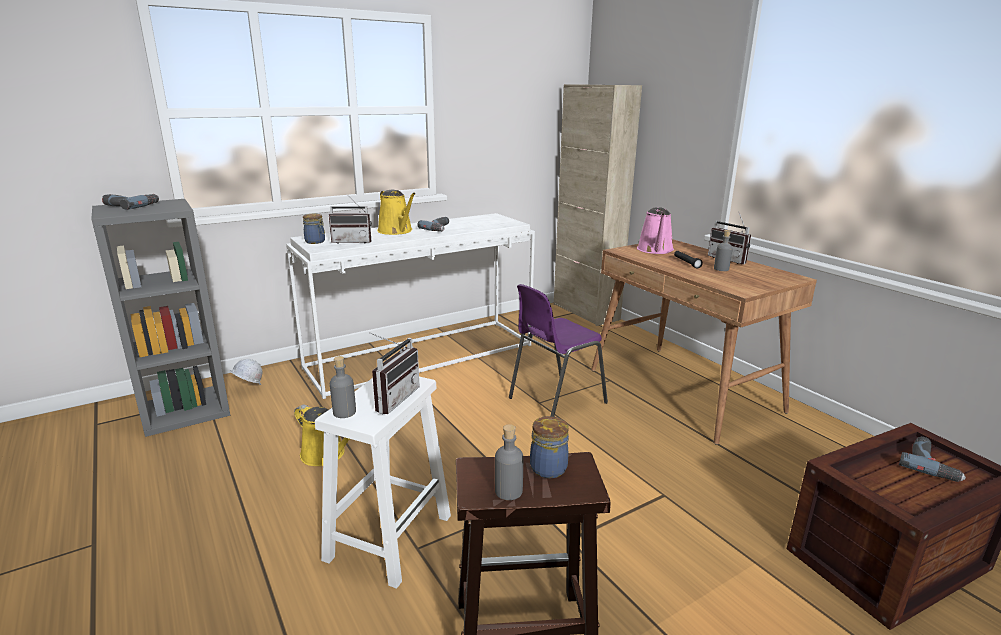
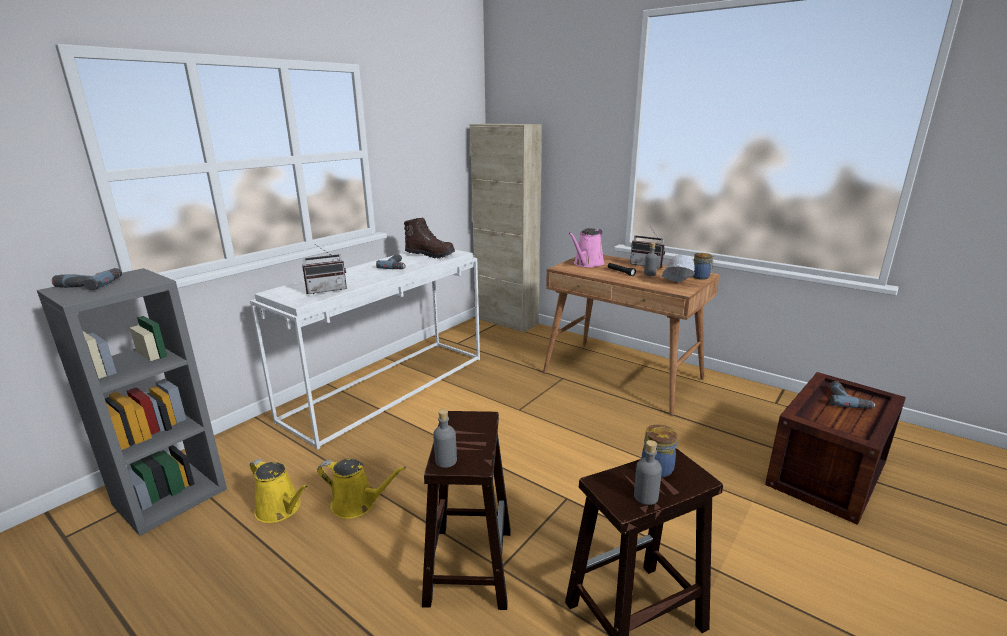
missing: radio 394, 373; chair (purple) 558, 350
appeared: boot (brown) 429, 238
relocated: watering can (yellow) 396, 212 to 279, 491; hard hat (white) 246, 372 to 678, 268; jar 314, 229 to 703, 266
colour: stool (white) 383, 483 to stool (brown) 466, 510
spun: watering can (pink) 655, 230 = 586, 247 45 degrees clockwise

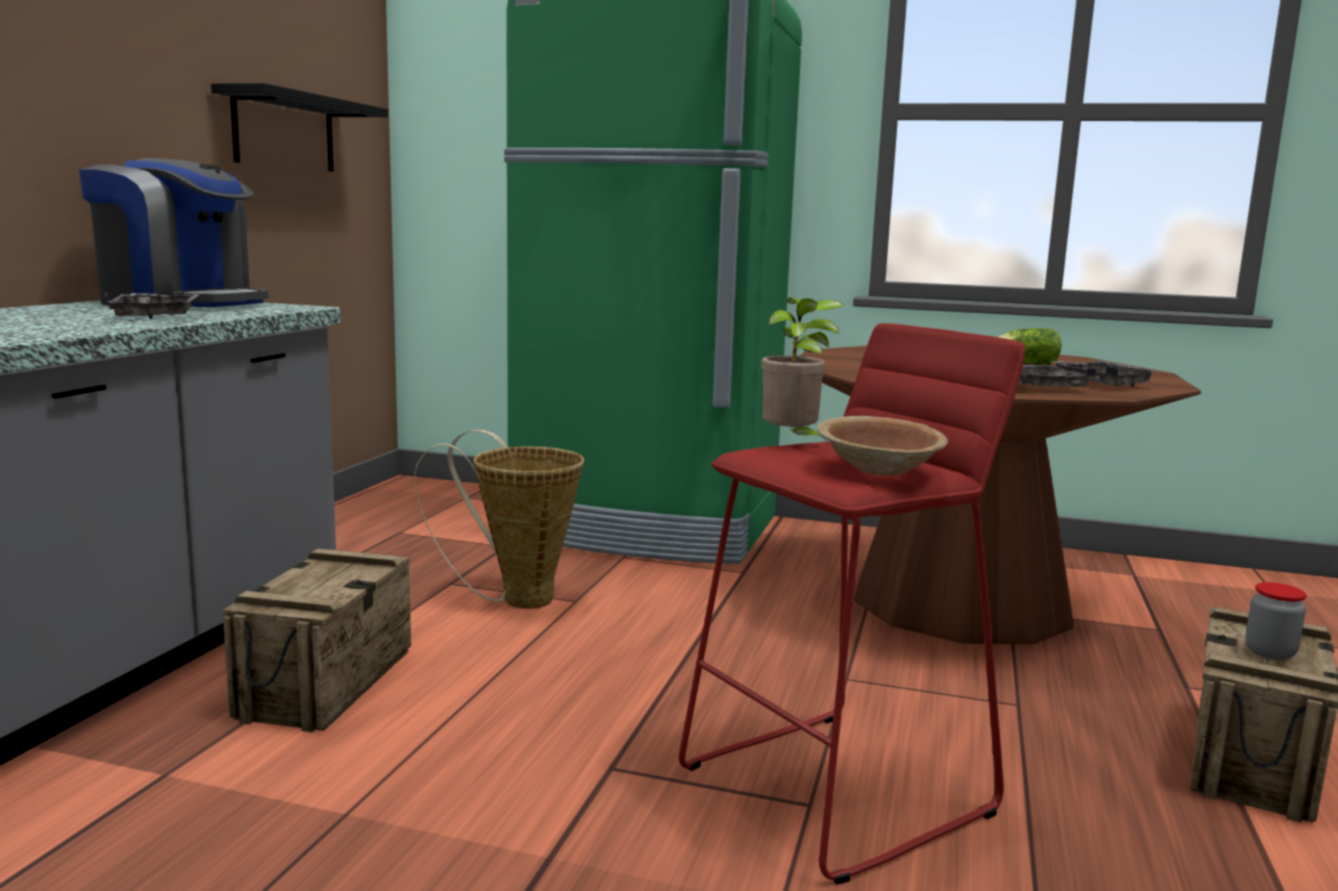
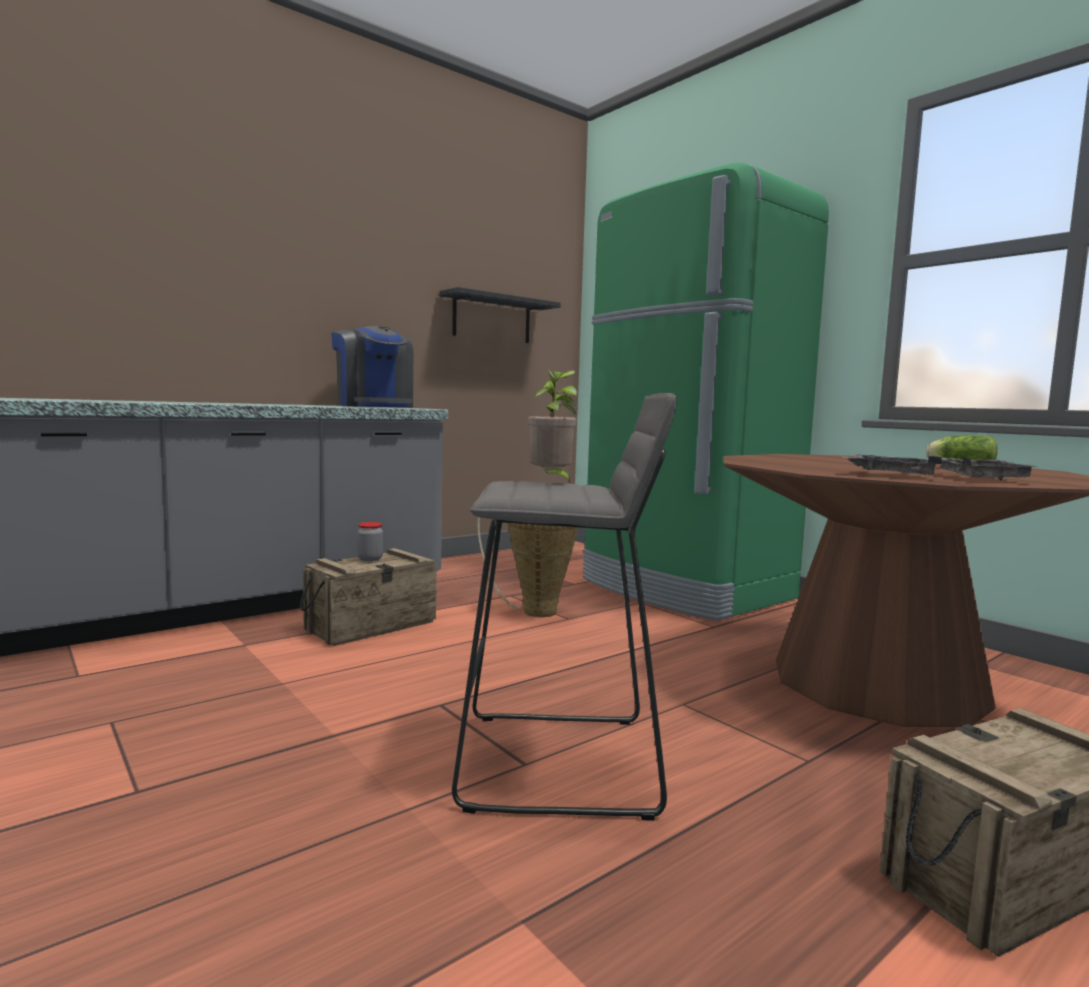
missing: tray (grey) 152, 305; bowl (brown) 882, 446
relocated: jar 1276, 621 to 370, 541
colour: stool (red) 852, 603 to stool (grey) 564, 607

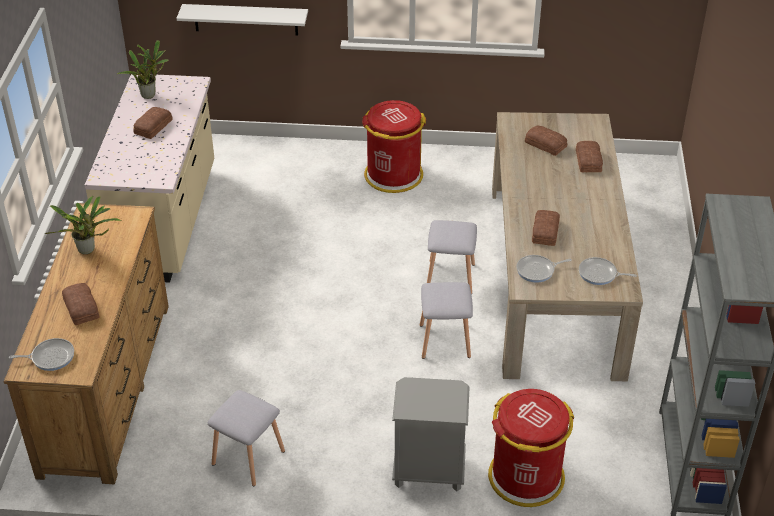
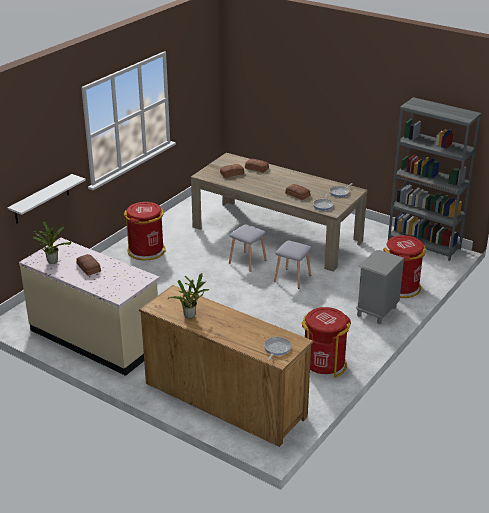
missing: bread 80, 304
exchanged: stool (grey) 246, 438 to trash can (red) 326, 342

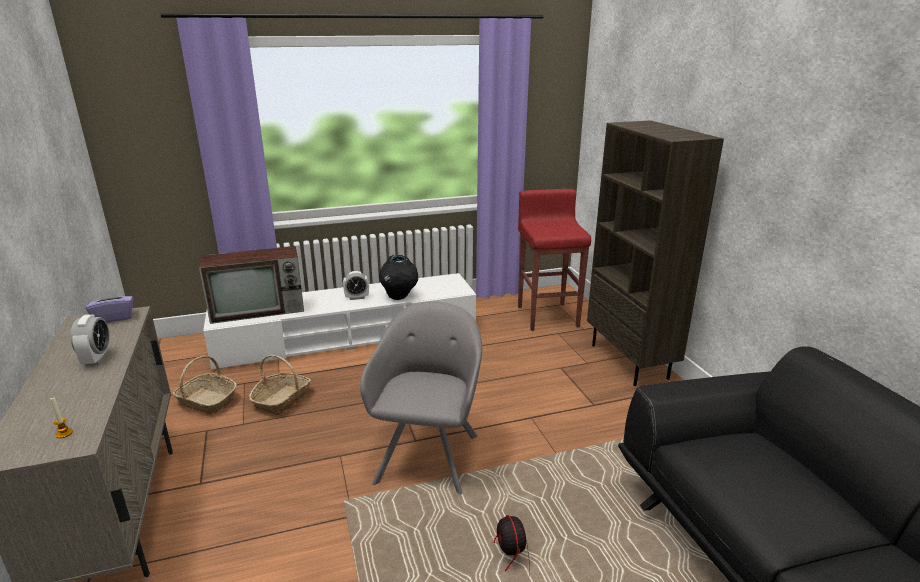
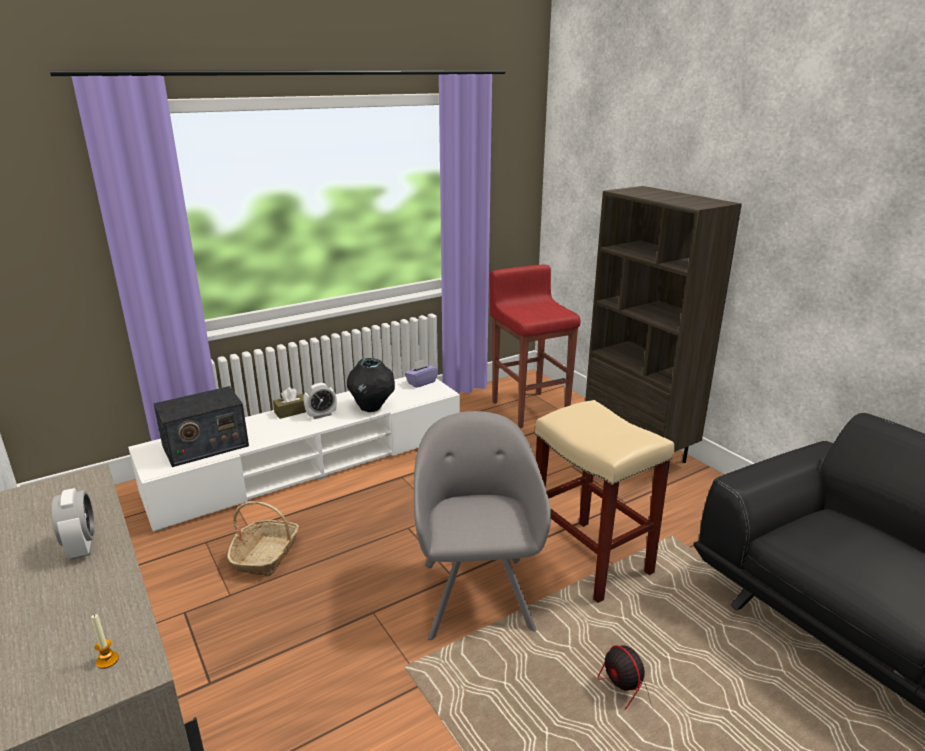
missing: basket 205, 384
appeared: tissue box (brown) 289, 403; stool (beige) 604, 501
relocated: tissue box (purple) 109, 305 to 421, 373
exchanged: television 251, 285 to radio 201, 426

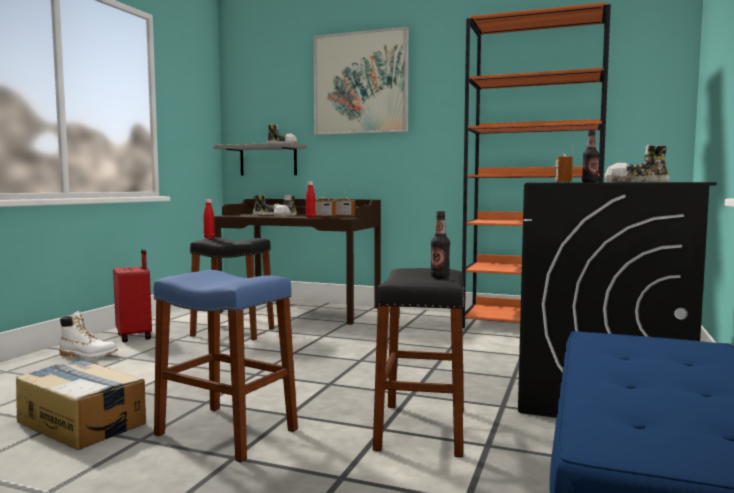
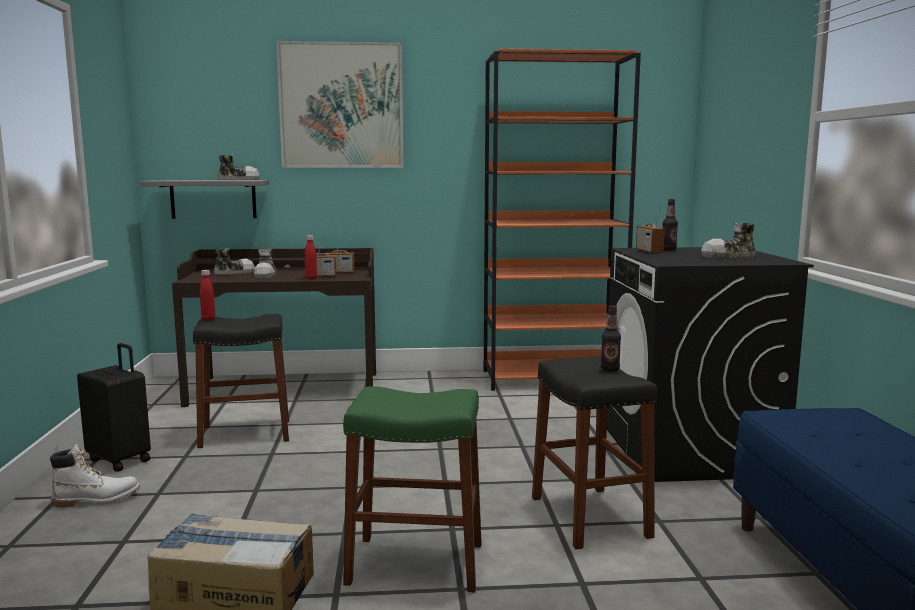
colour: suitcase (red) 132, 295 to suitcase (black) 114, 407; stool (blue) 226, 366 to stool (green) 412, 489

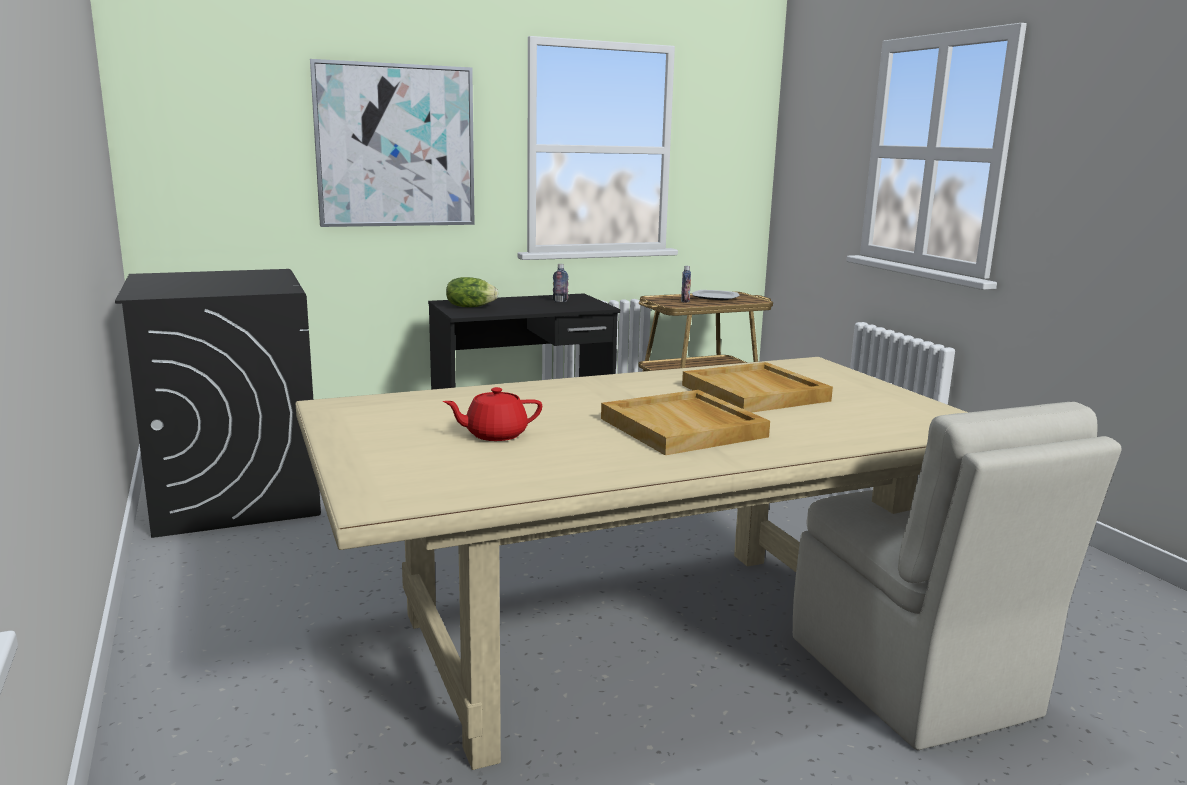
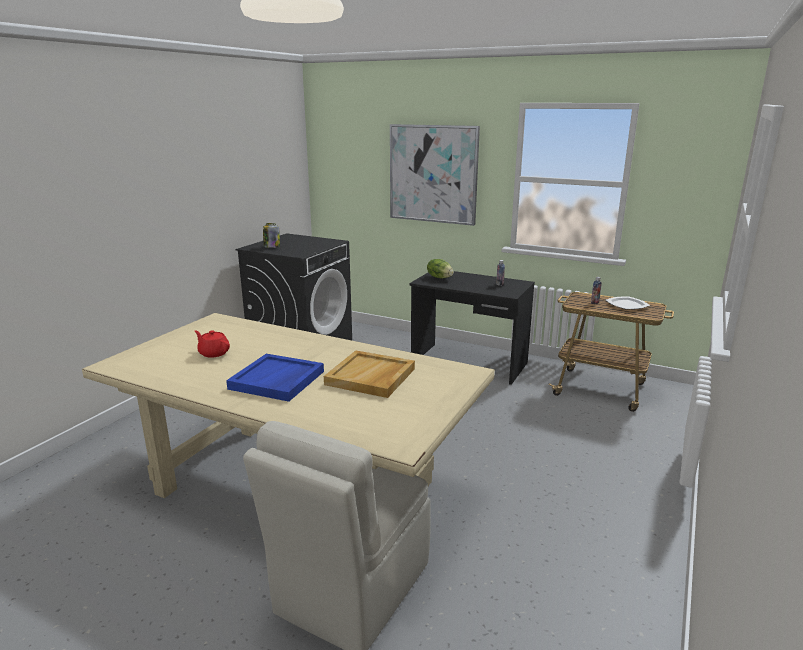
appeared: jar 271, 235
colour: tray (beige) 685, 422 to tray (blue) 275, 378

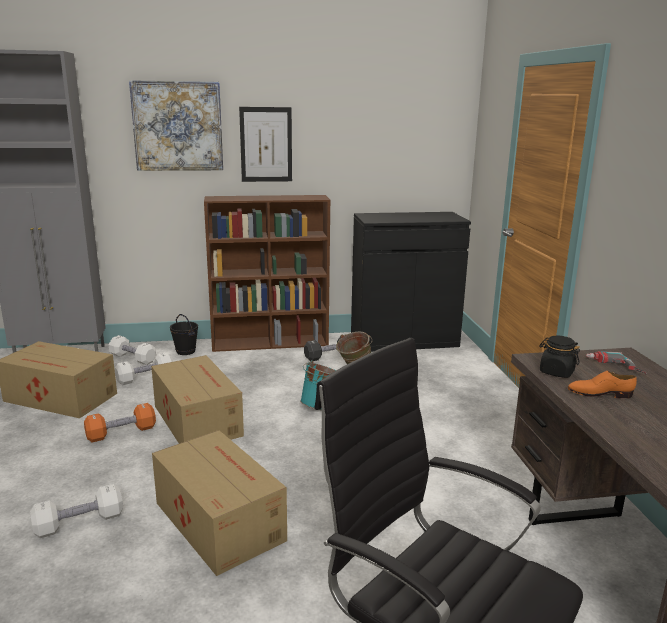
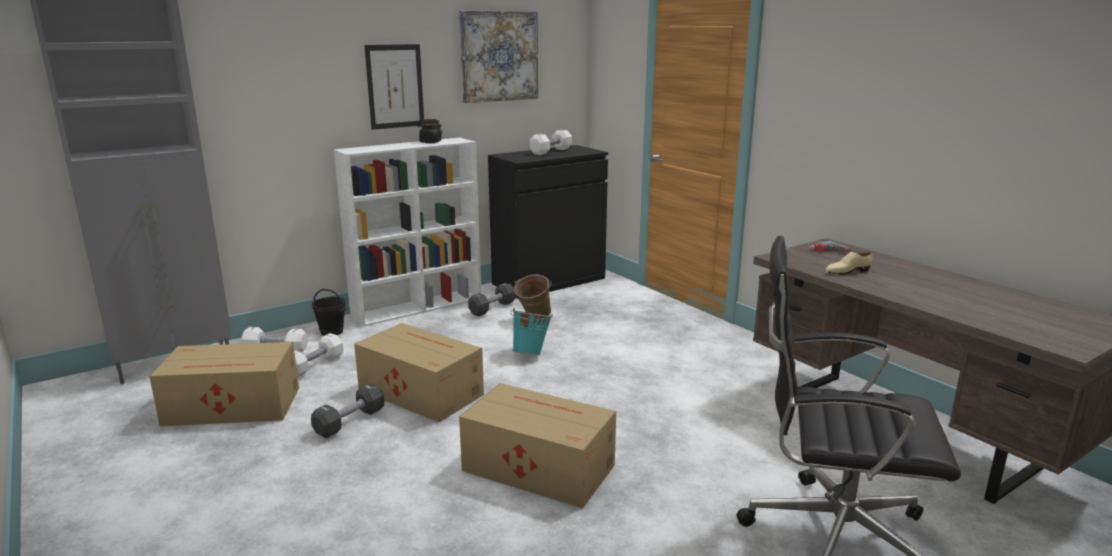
relocated: jar (black) 559, 357 to 430, 131; picture 176, 125 to 498, 57; dumbbell (white) 76, 511 to 550, 142
colour: dumbbell (orange) 120, 422 to dumbbell (black) 347, 410; bookcase (brown) 267, 273 to bookcase (white) 407, 232; shoe (orange) 602, 384 to shoe (beige) 848, 263

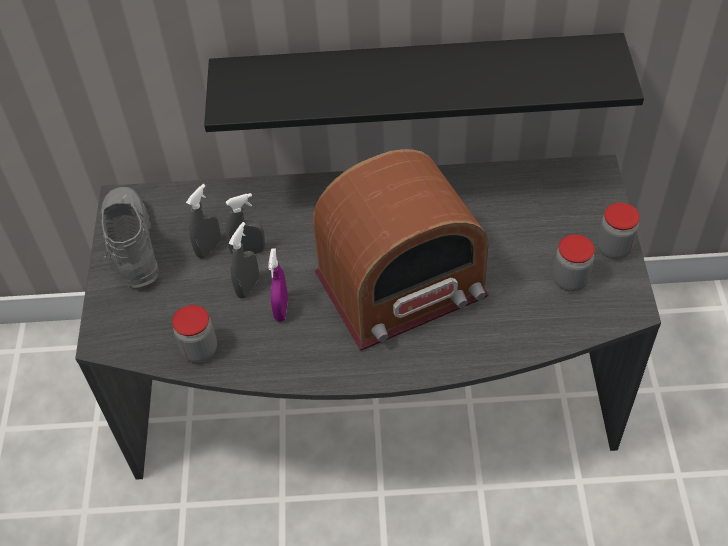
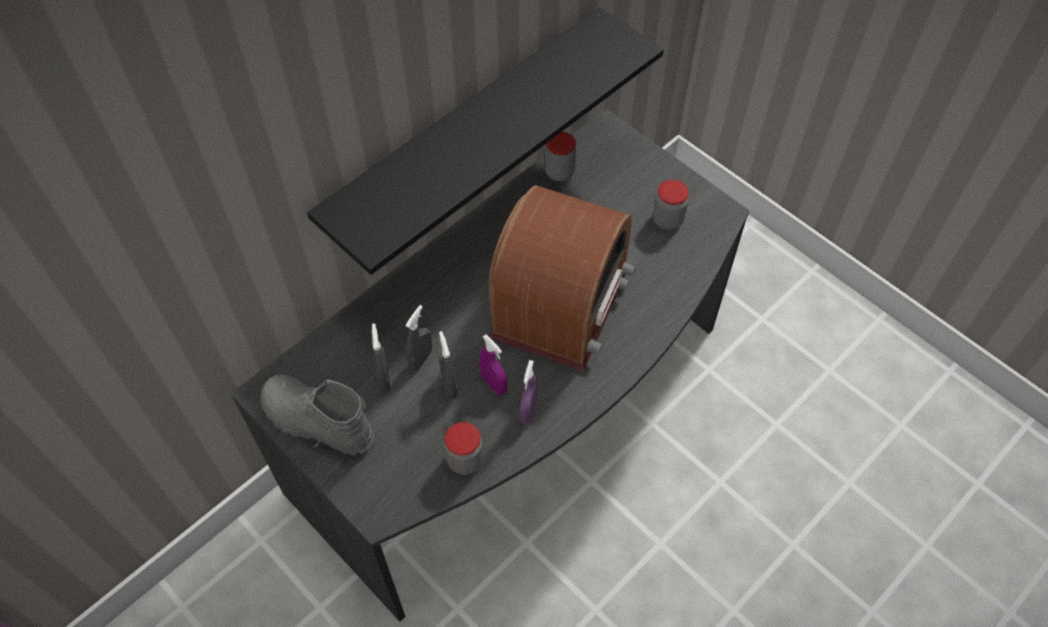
appeared: spray bottle (purple) 528, 392
relocated: jar 618, 231 to 561, 156

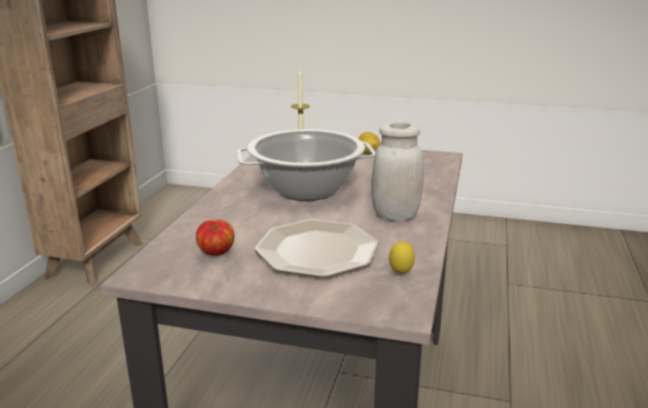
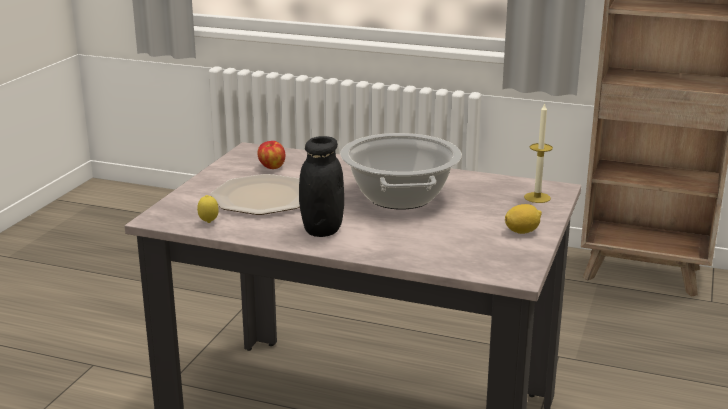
colour: jar (white) 397, 172 to jar (black) 321, 186

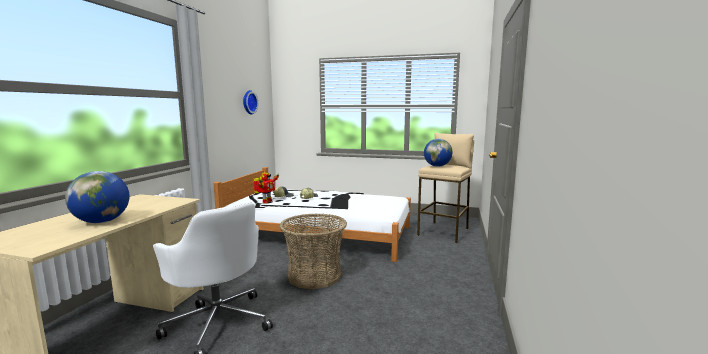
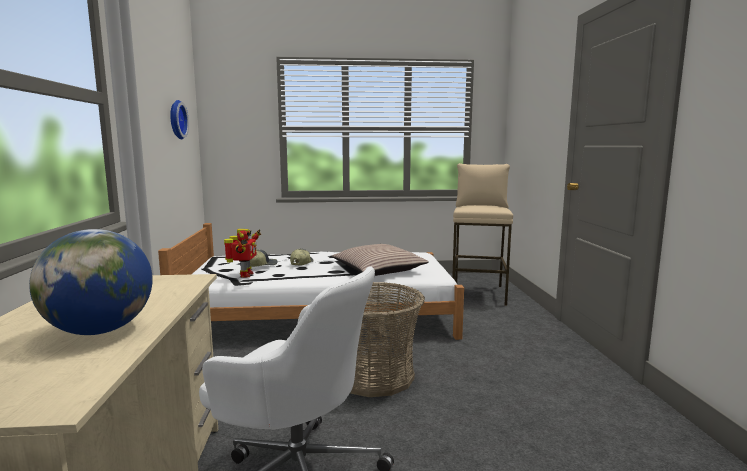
missing: globe 438, 153
appeared: pillow 380, 260

